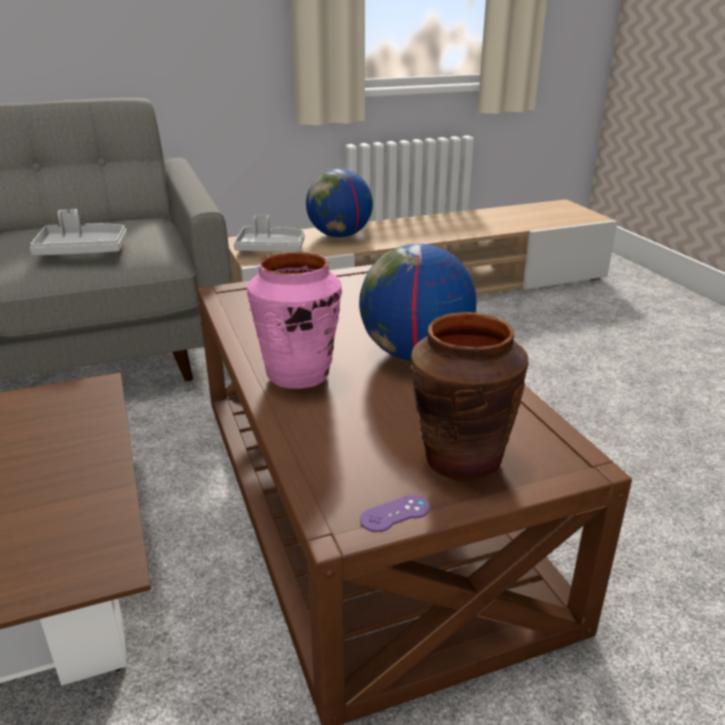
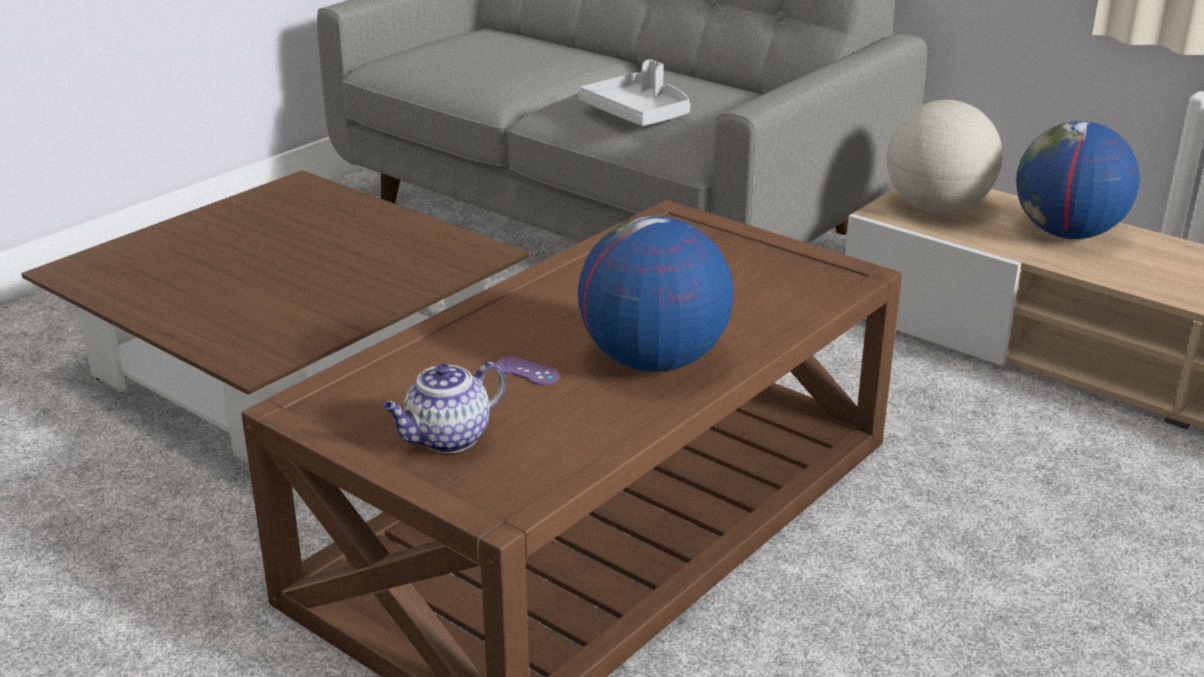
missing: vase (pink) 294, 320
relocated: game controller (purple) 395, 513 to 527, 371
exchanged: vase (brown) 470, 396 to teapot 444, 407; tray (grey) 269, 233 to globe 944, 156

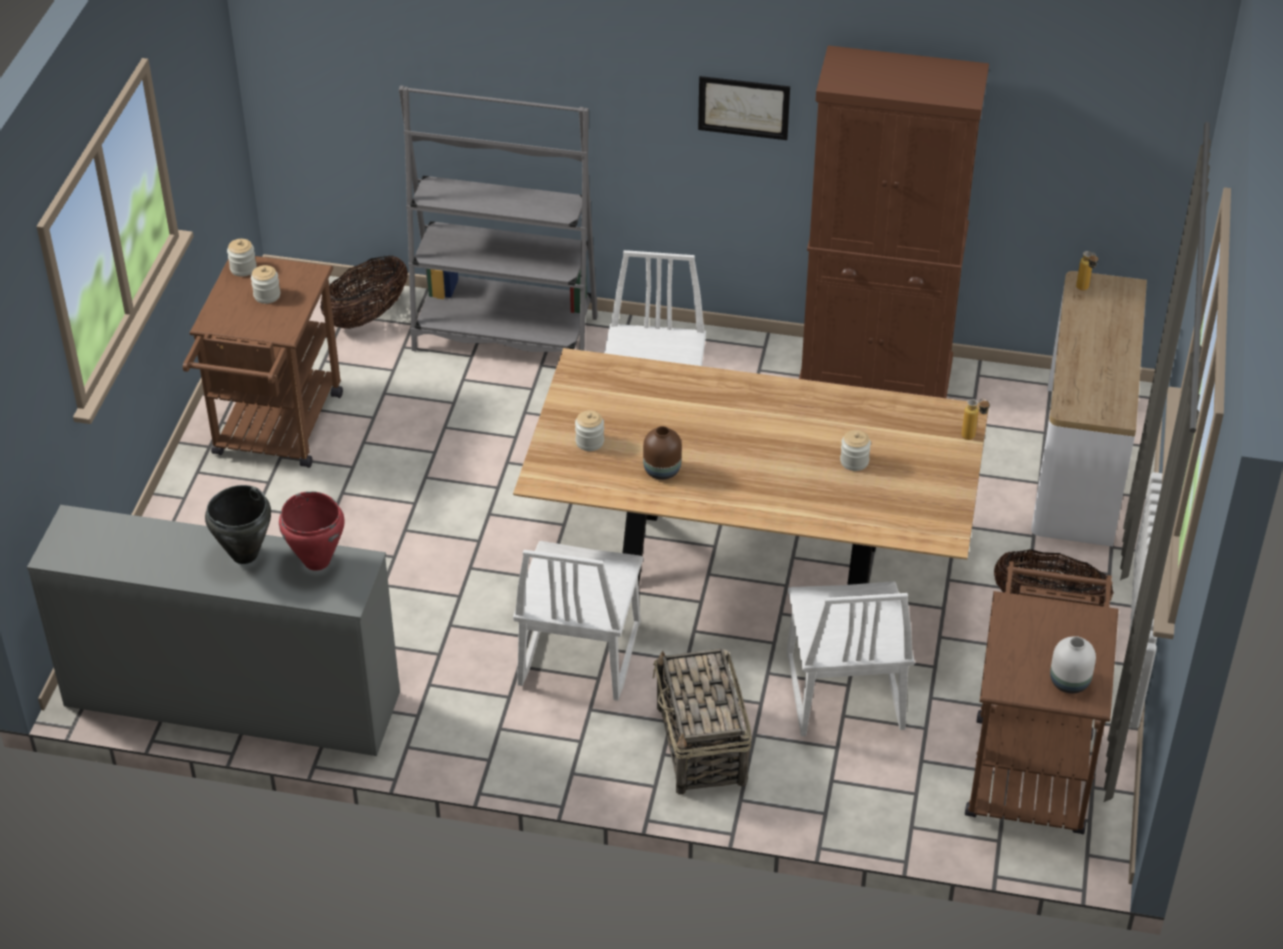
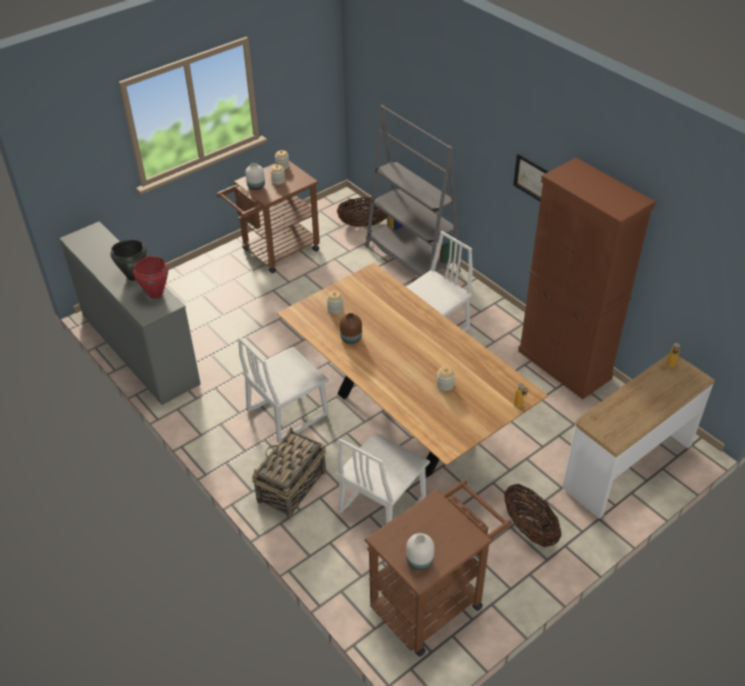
appeared: vase (white) 255, 176

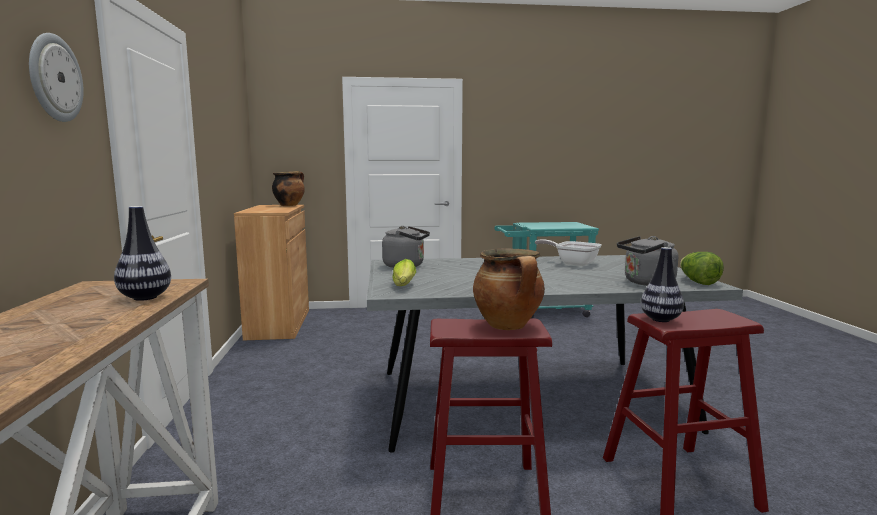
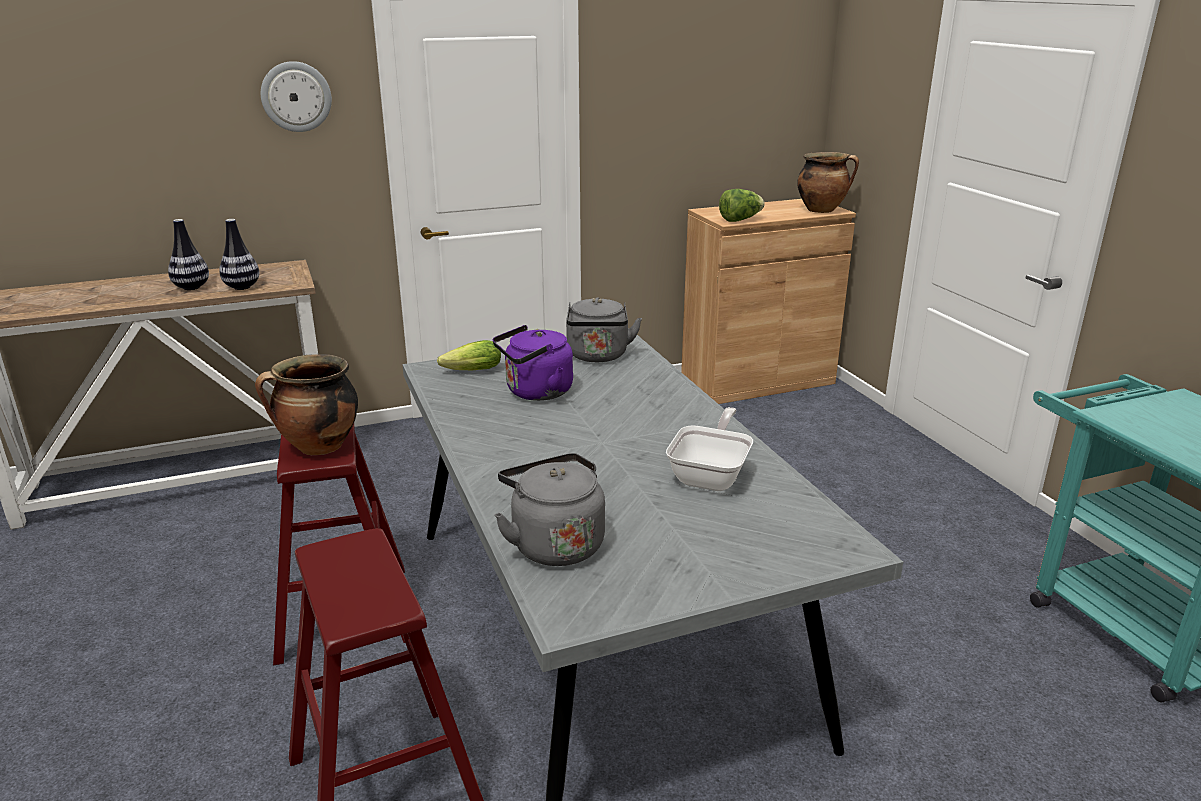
appeared: kettle (purple) 533, 363
relocated: vase 662, 284 to 188, 254; lettuce 702, 268 to 742, 205

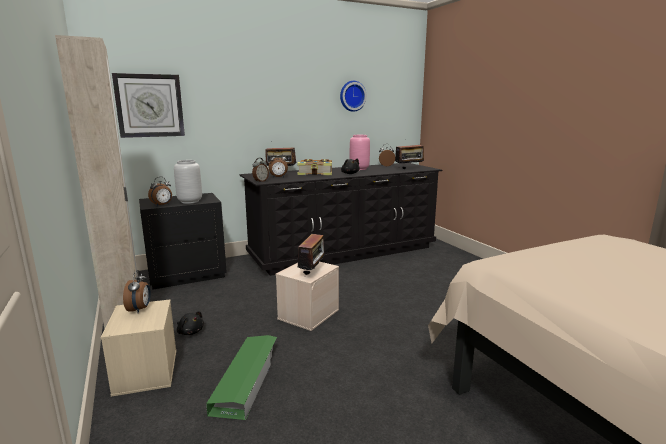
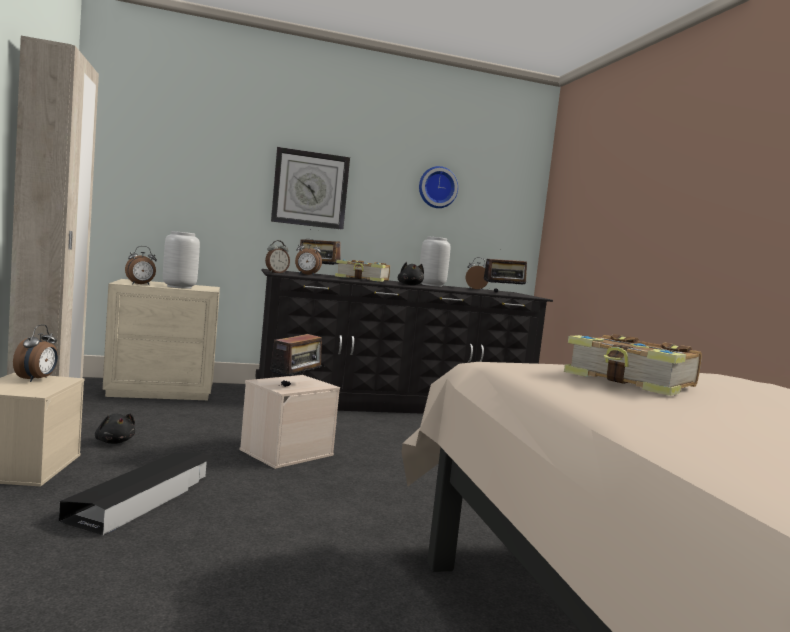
appeared: book 633, 365
relocated: wall clock 148, 105 to 310, 188
colour: storage box (green) 241, 377 to storage box (black) 135, 493; nightstand (black) 183, 241 to nightstand (beige) 161, 339; vase (pink) 360, 152 to vase (grey) 435, 262

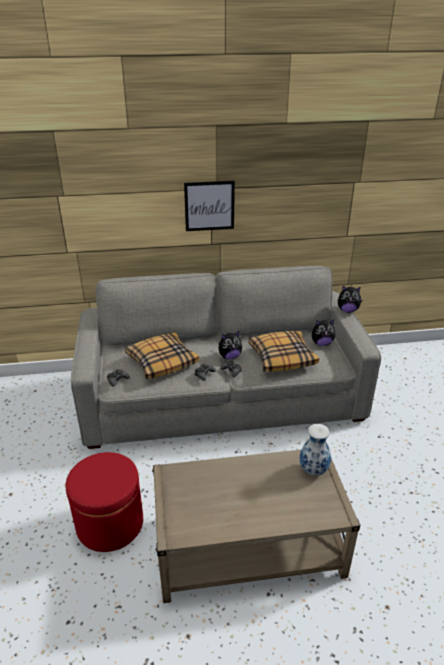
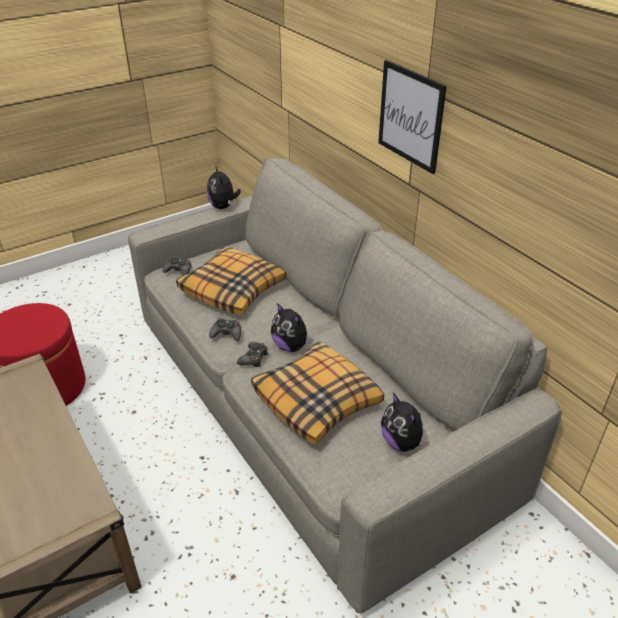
missing: vase 315, 450
relocated: plush toy 350, 299 to 224, 187

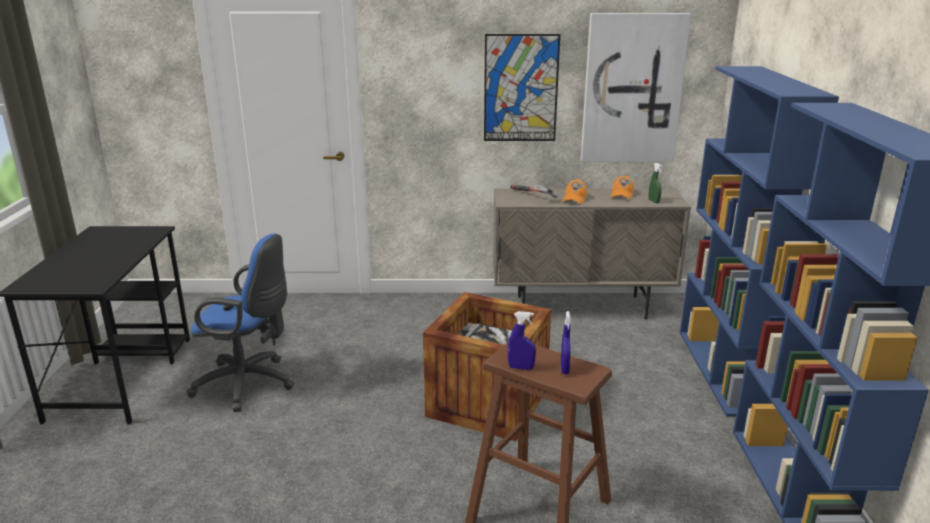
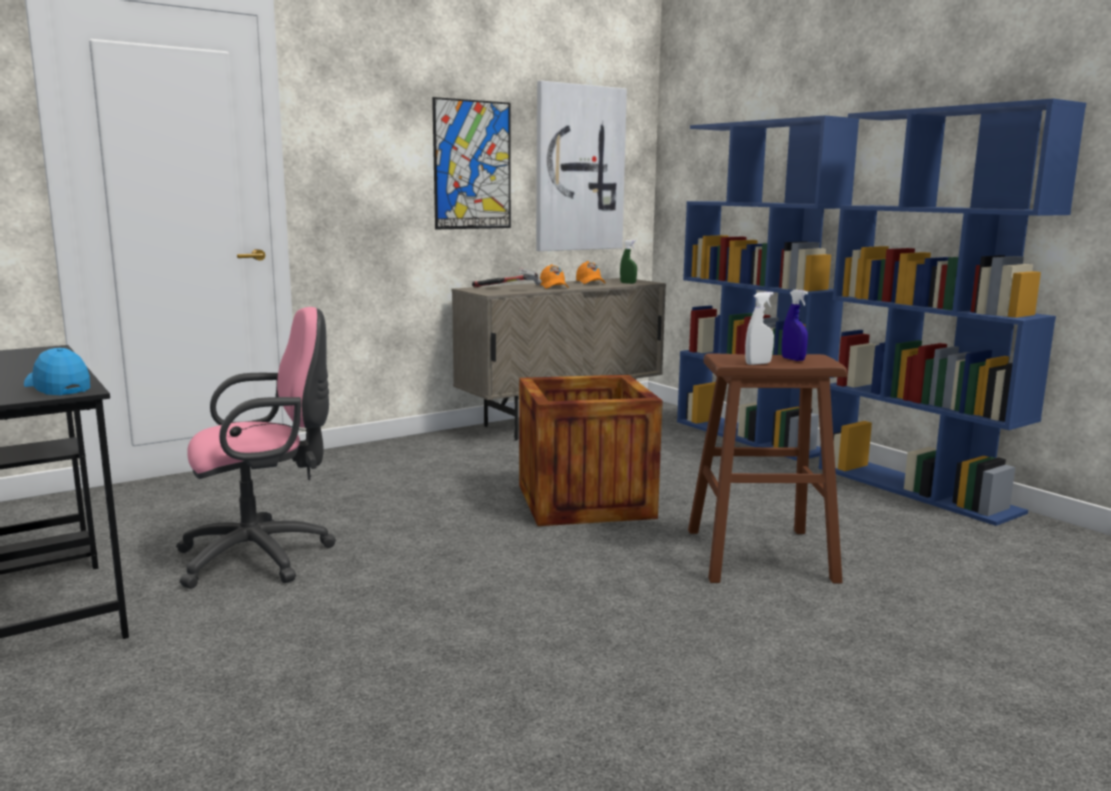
appeared: cap (blue) 57, 371
colour: office chair (blue) 241, 323 to office chair (pink) 256, 448; spray bottle (blue) 522, 340 to spray bottle (white) 759, 328

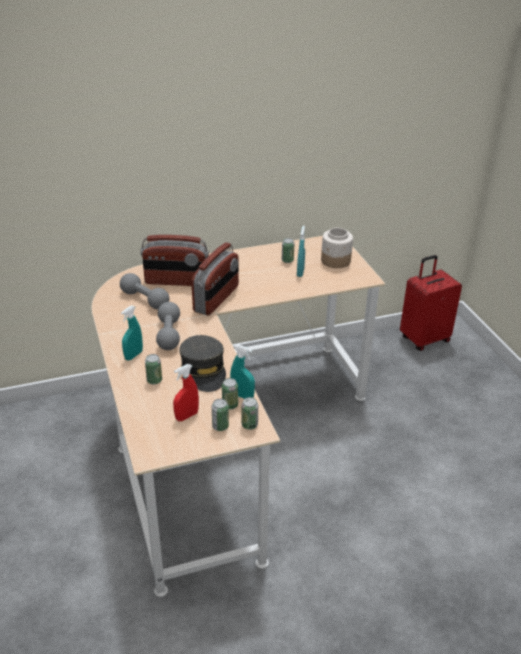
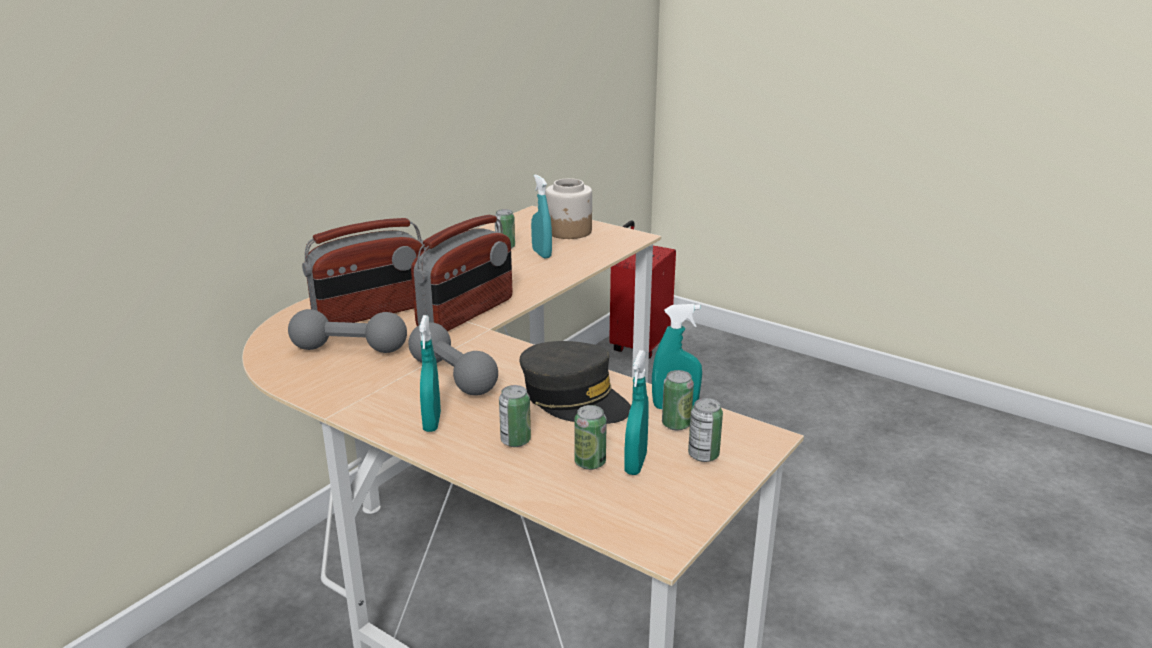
relocated: can 250, 413 to 590, 437
colour: spray bottle (red) 186, 392 to spray bottle (turquoise) 636, 412
spun: radio 215, 278 = 461, 273 45 degrees clockwise

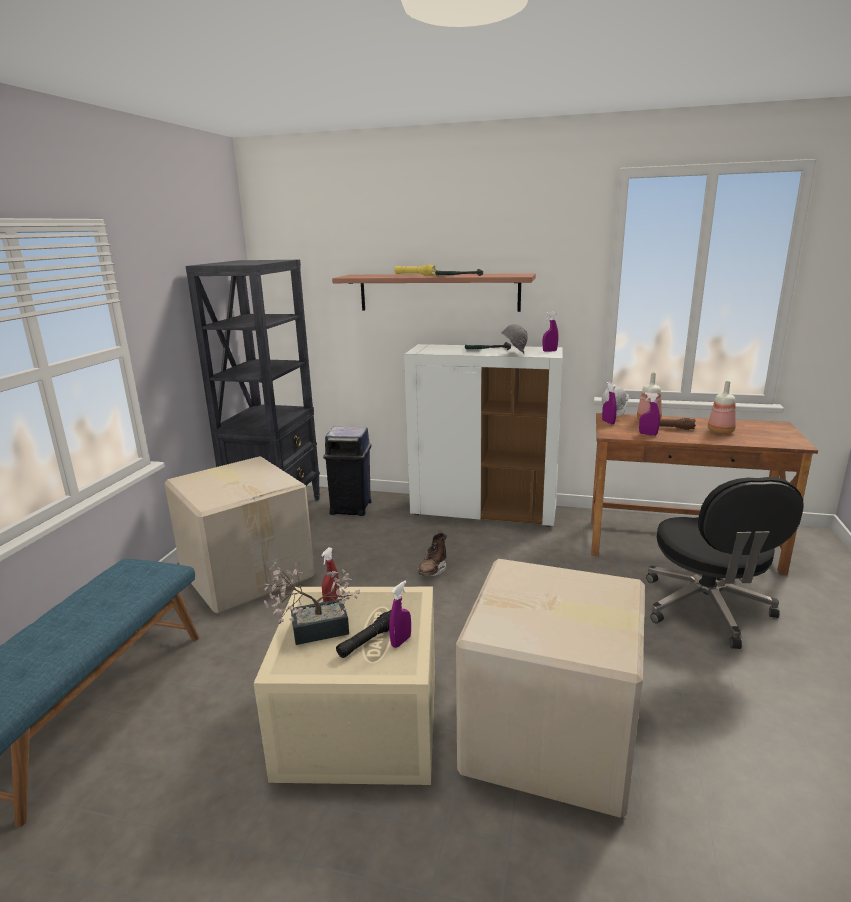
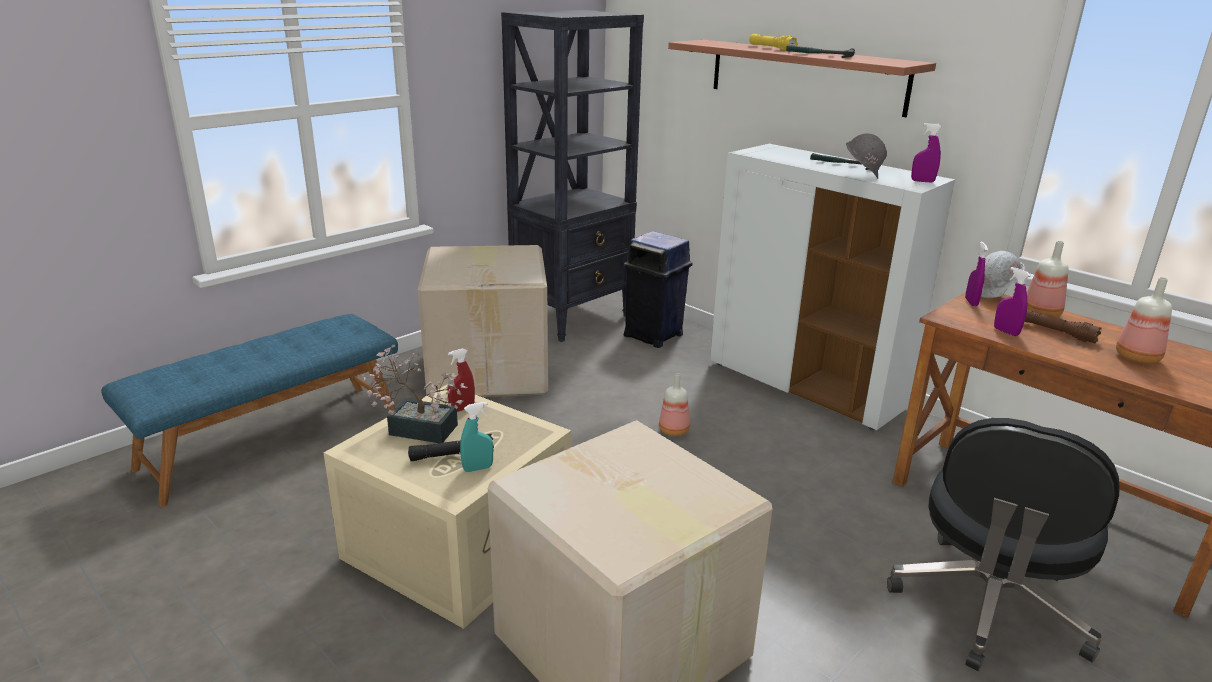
exchanged: boot (brown) 432, 553 to bottle 674, 404
colour: spray bottle (purple) 400, 614 to spray bottle (turquoise) 476, 437

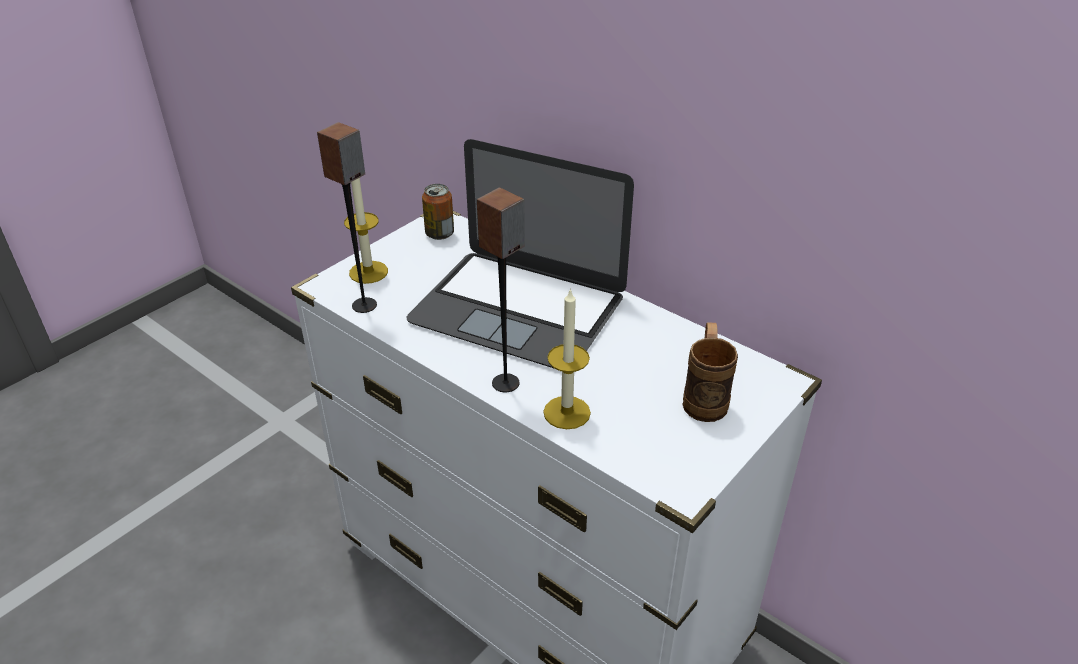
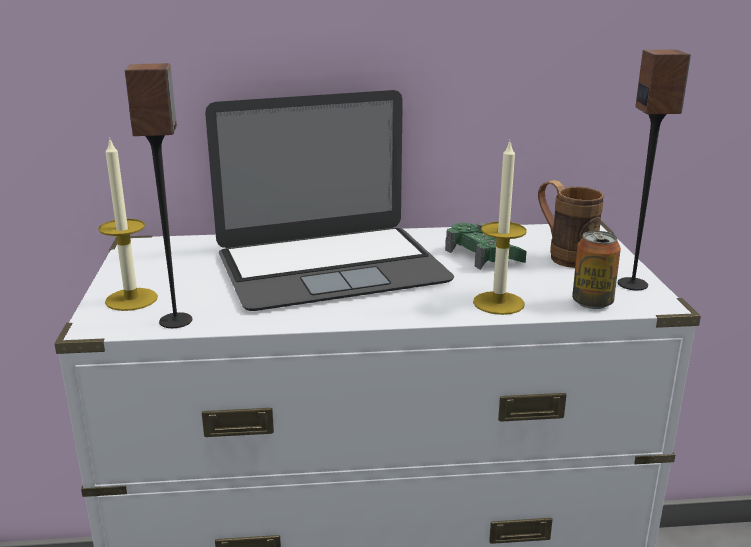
appeared: game controller (green) 486, 246
relocated: can 438, 212 to 596, 270; speaker 501, 289 to 654, 170

